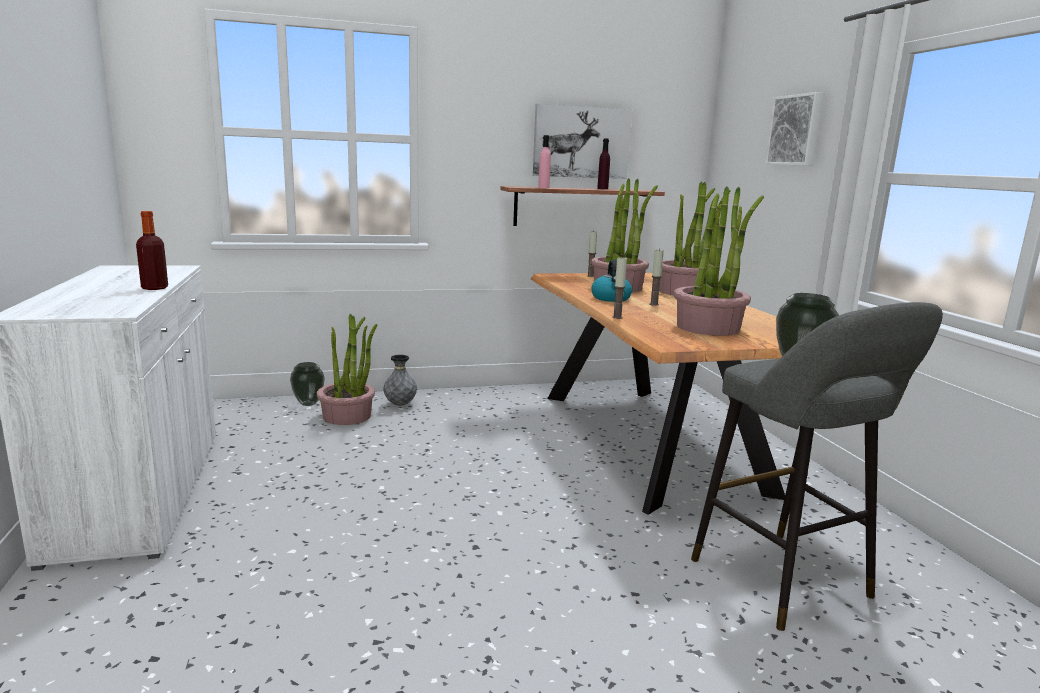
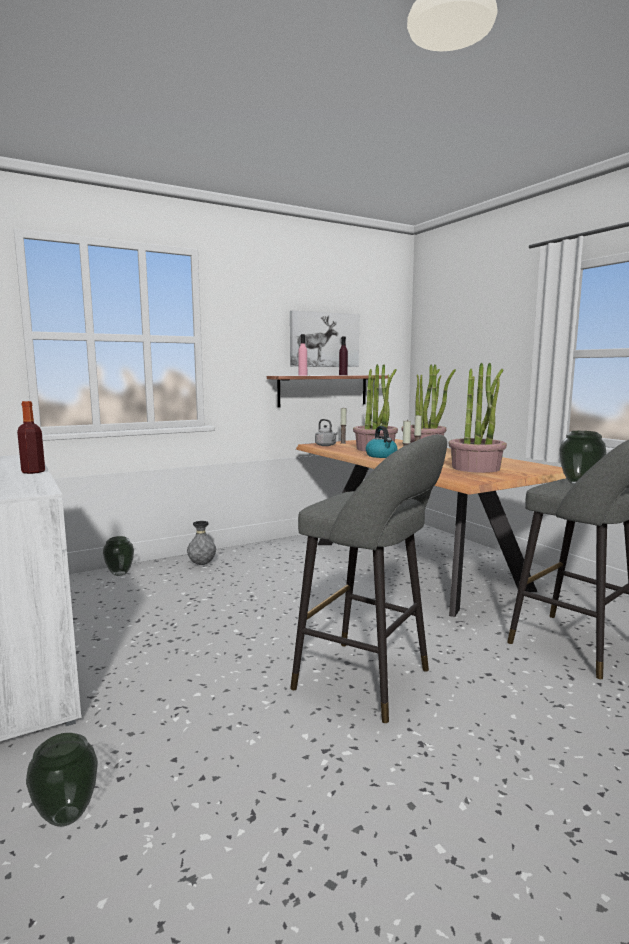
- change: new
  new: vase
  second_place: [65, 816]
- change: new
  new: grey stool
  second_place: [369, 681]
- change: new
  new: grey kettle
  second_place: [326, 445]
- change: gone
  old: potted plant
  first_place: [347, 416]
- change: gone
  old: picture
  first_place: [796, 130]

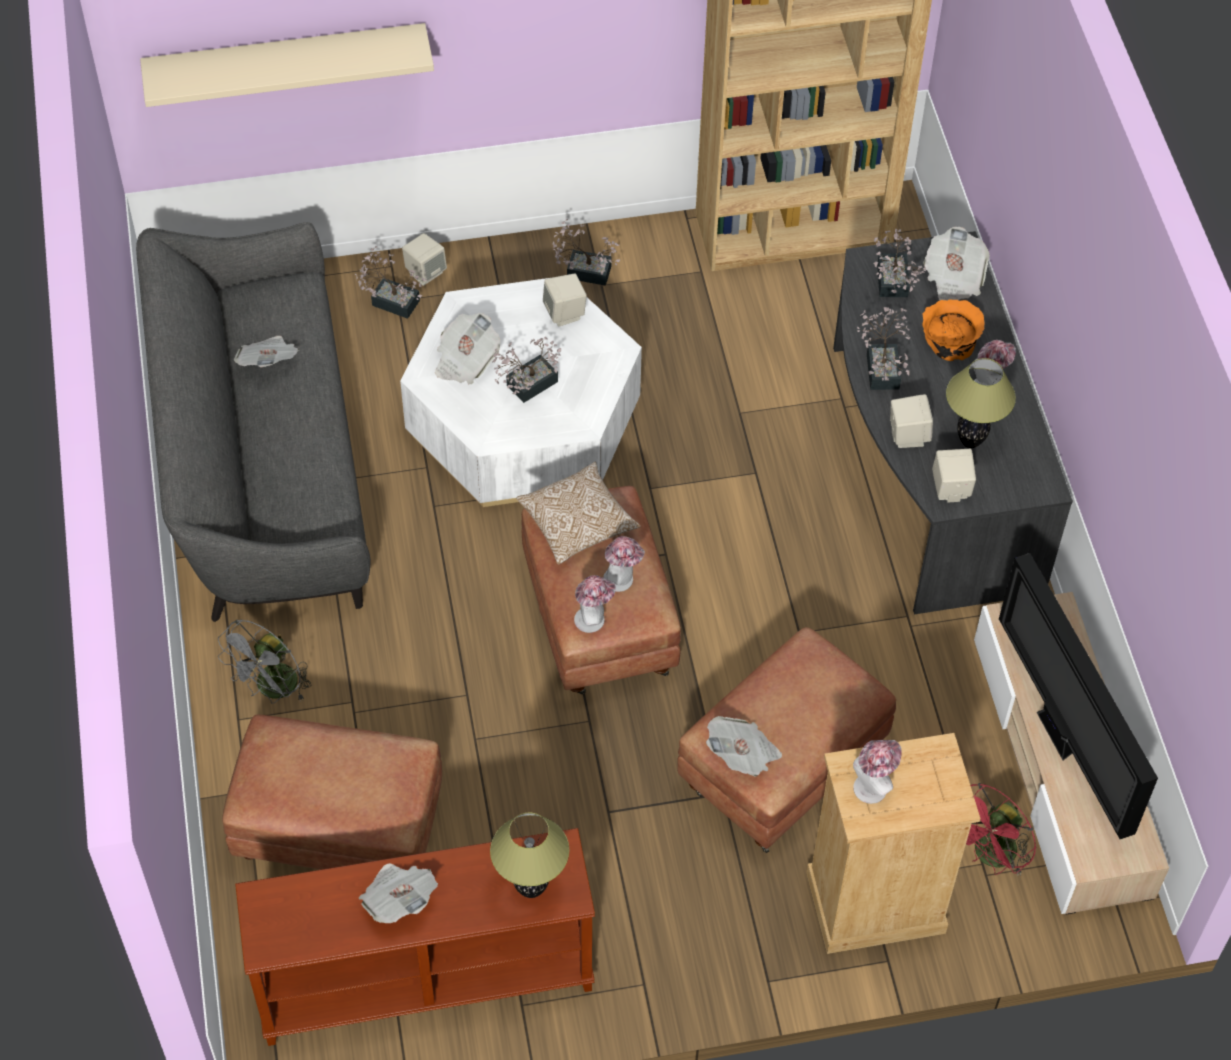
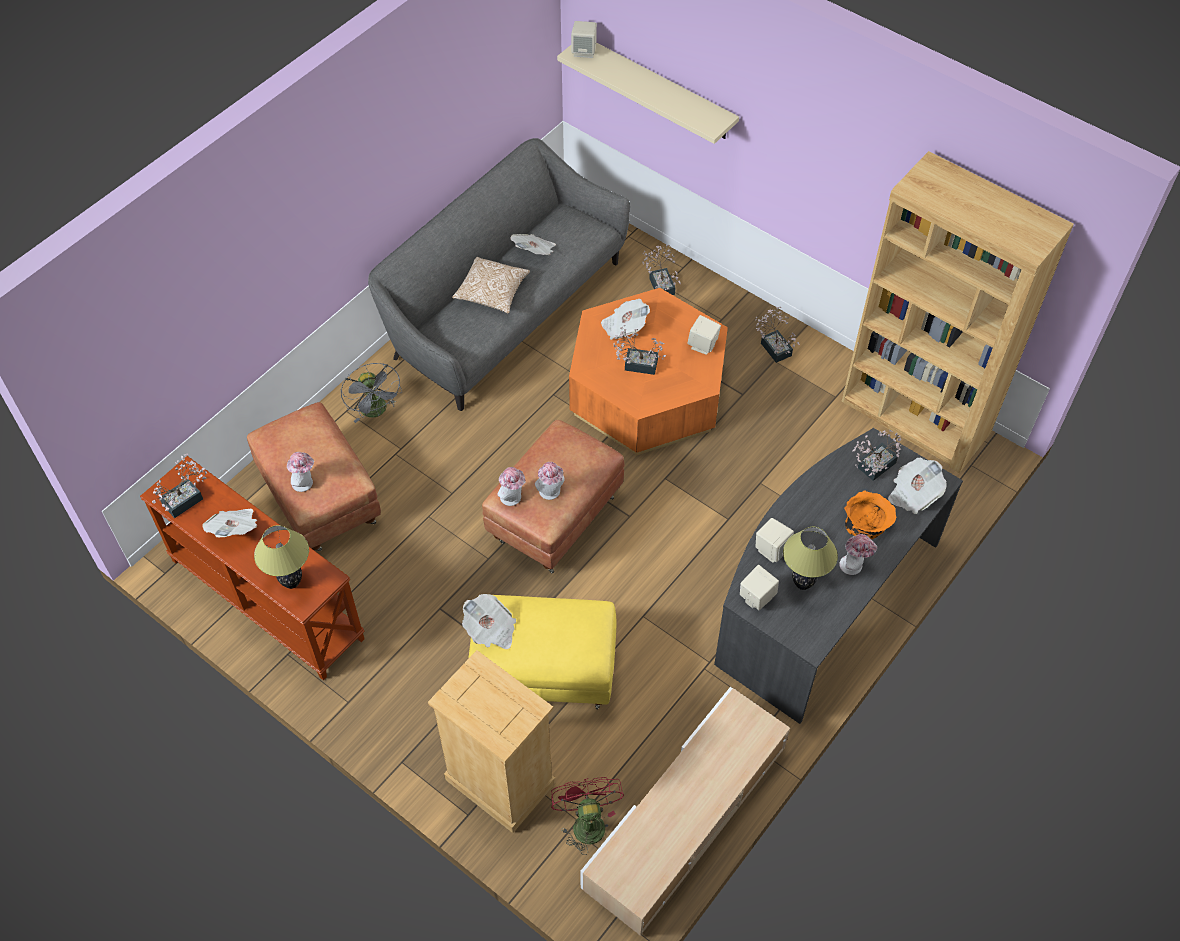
- change: shifted
  old: potted plant
  first_place: [883, 367]
  second_place: [187, 499]
- change: shifted
  old: hat
  first_place: [873, 785]
  second_place: [305, 483]
- change: rotated
  old: grey fan
  first_place: [272, 690]
  second_place: [376, 411]
  degrees: -105
- change: shifted
  old: pillow
  first_place: [577, 523]
  second_place: [492, 292]
- change: repainted
  old: brown ottoman
  new: yellow ottoman
  first_place: [781, 768]
  second_place: [545, 671]
- change: rotated
  old: red fan
  first_place: [990, 857]
  second_place: [586, 821]
  degrees: 75
- change: repainted
  old: white coffee table
  new: orange coffee table
  first_place: [523, 421]
  second_place: [647, 392]
- change: shifted
  old: beige speaker
  first_place: [425, 272]
  second_place: [584, 51]
- change: gone
  old: television
  first_place: [1058, 737]

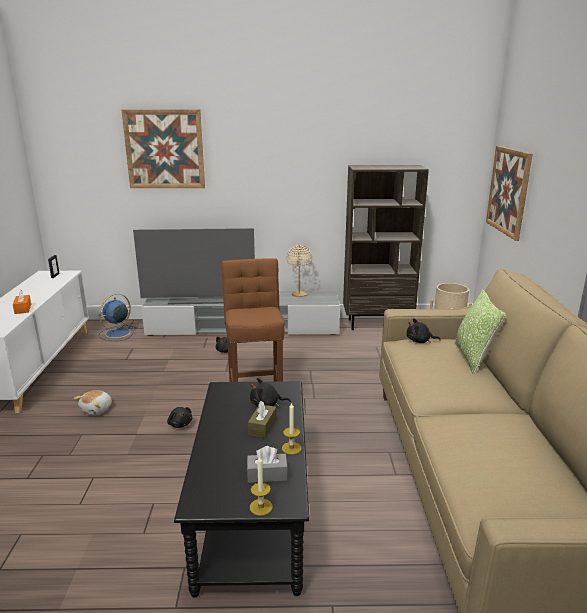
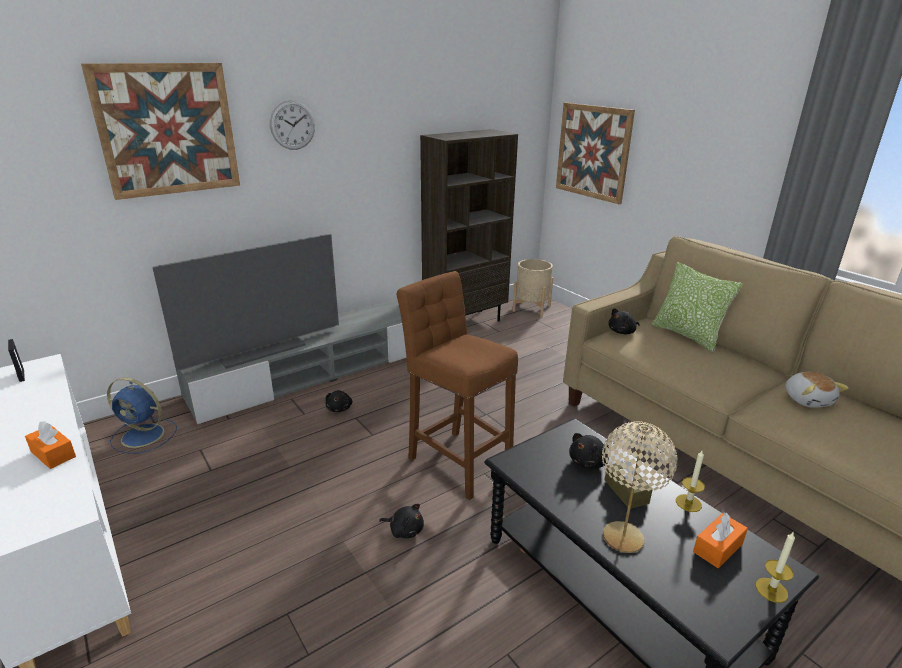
- change: rotated
  old: blue fan
  first_place: [117, 333]
  second_place: [144, 436]
  degrees: -75
- change: new
  new: wall clock
  second_place: [292, 125]
- change: shifted
  old: beige table lamp
  first_place: [299, 294]
  second_place: [623, 538]
- change: repainted
  old: grey tissue box
  new: orange tissue box
  first_place: [267, 475]
  second_place: [718, 548]
- change: shifted
  old: plush toy
  first_place: [97, 409]
  second_place: [808, 400]

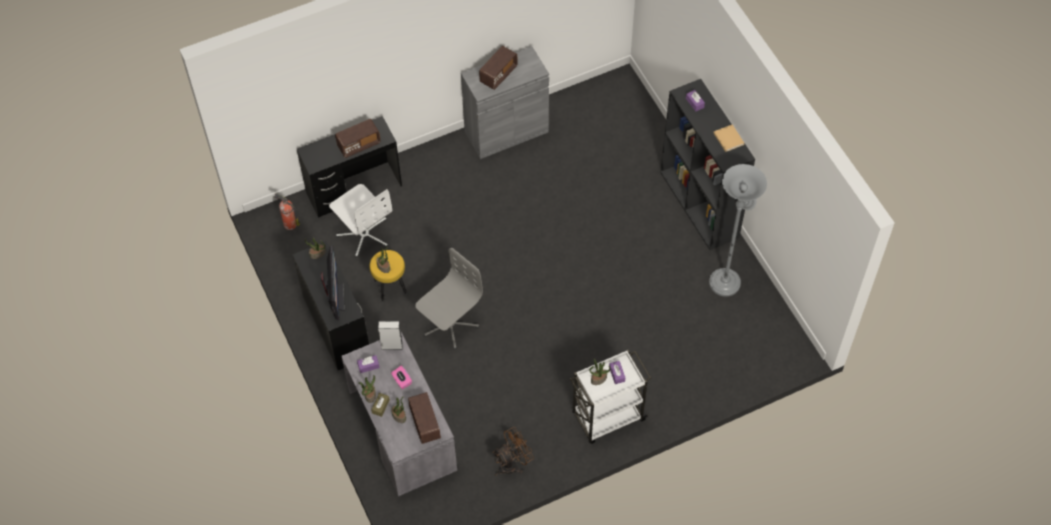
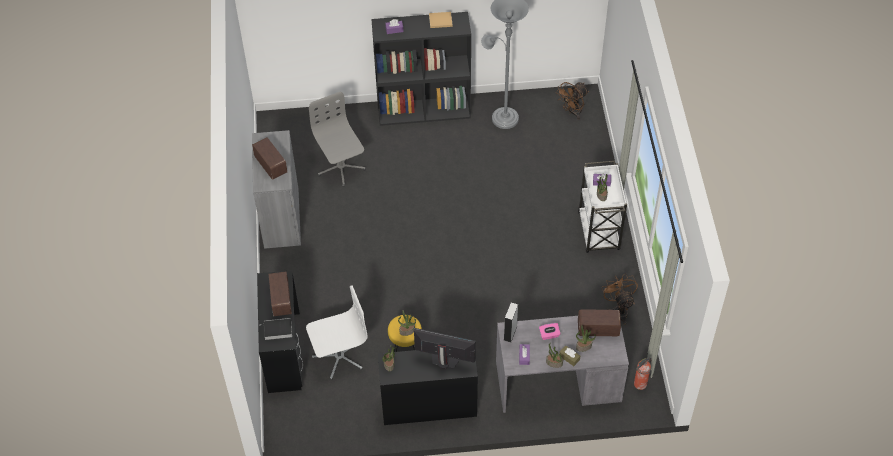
- change: new
  new: book
  second_place: [277, 330]
- change: shifted
  old: grey office chair
  first_place: [450, 324]
  second_place: [340, 167]
- change: new
  new: brown fan
  second_place: [572, 112]
- change: shifted
  old: fire extinguisher
  first_place: [289, 224]
  second_place: [639, 384]

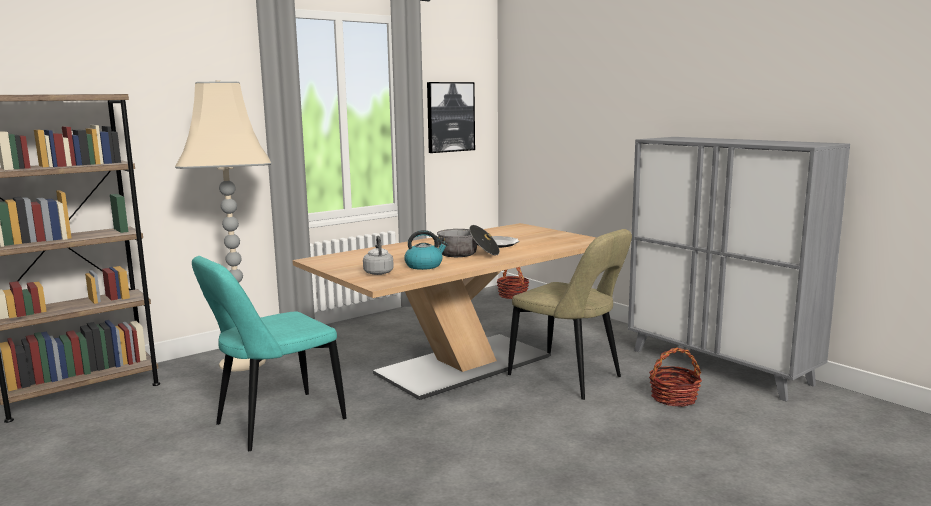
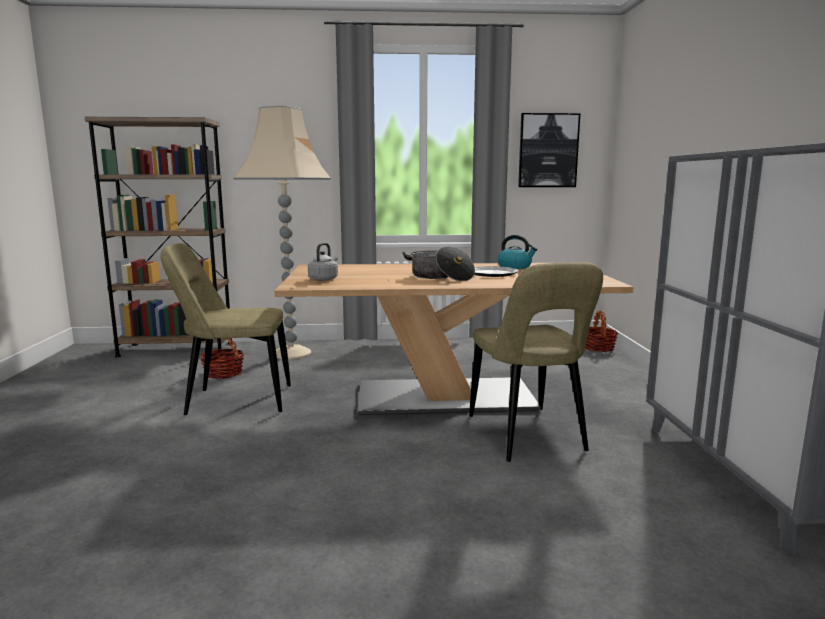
- change: repainted
  old: turquoise chair
  new: beige chair
  first_place: [274, 423]
  second_place: [234, 401]
- change: shifted
  old: basket
  first_place: [673, 398]
  second_place: [223, 373]
- change: shifted
  old: kettle
  first_place: [424, 266]
  second_place: [515, 267]

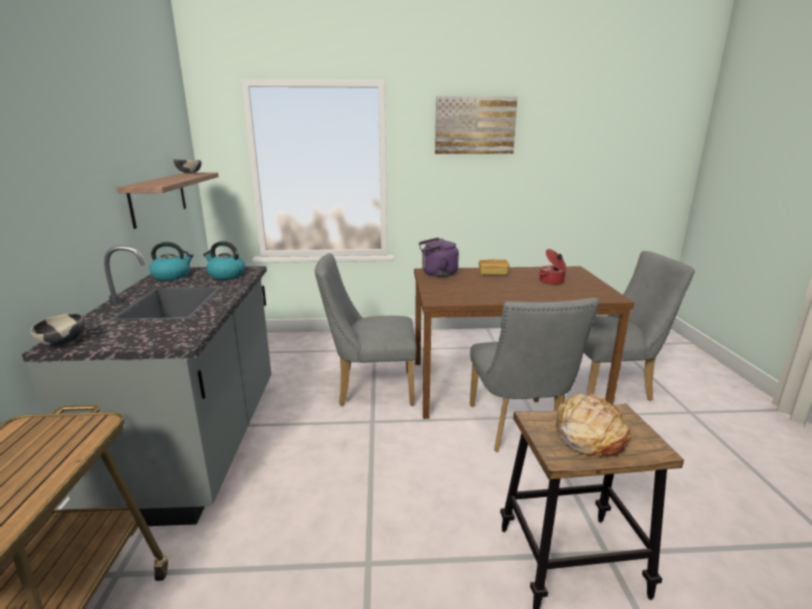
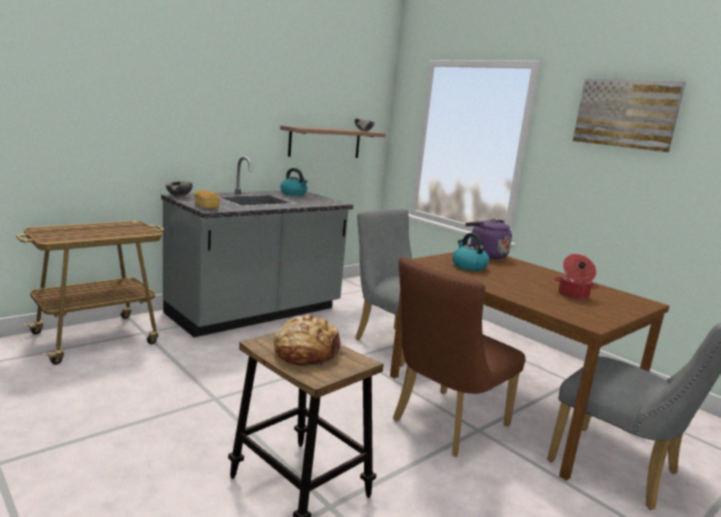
- change: shifted
  old: bread
  first_place: [493, 274]
  second_place: [206, 207]
- change: repainted
  old: grey chair
  new: brown chair
  first_place: [518, 429]
  second_place: [444, 425]
- change: shifted
  old: kettle
  first_place: [226, 275]
  second_place: [468, 266]

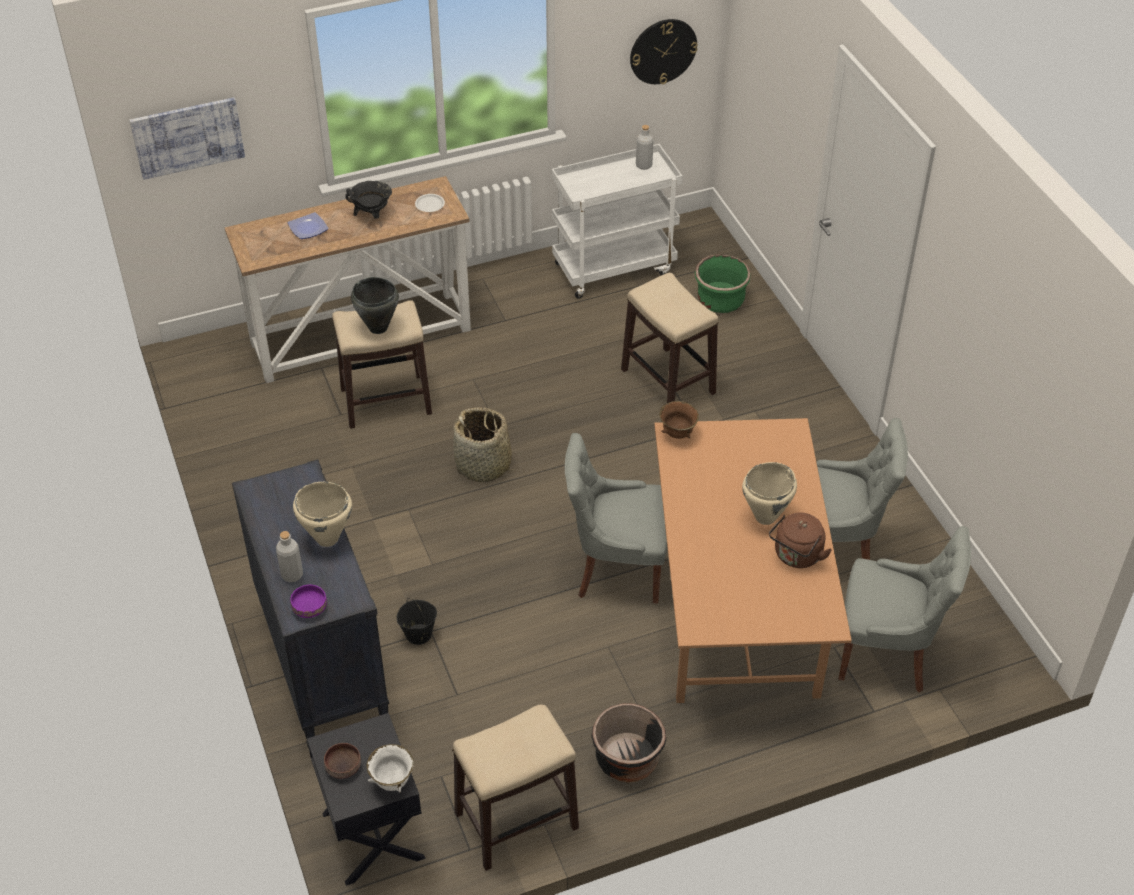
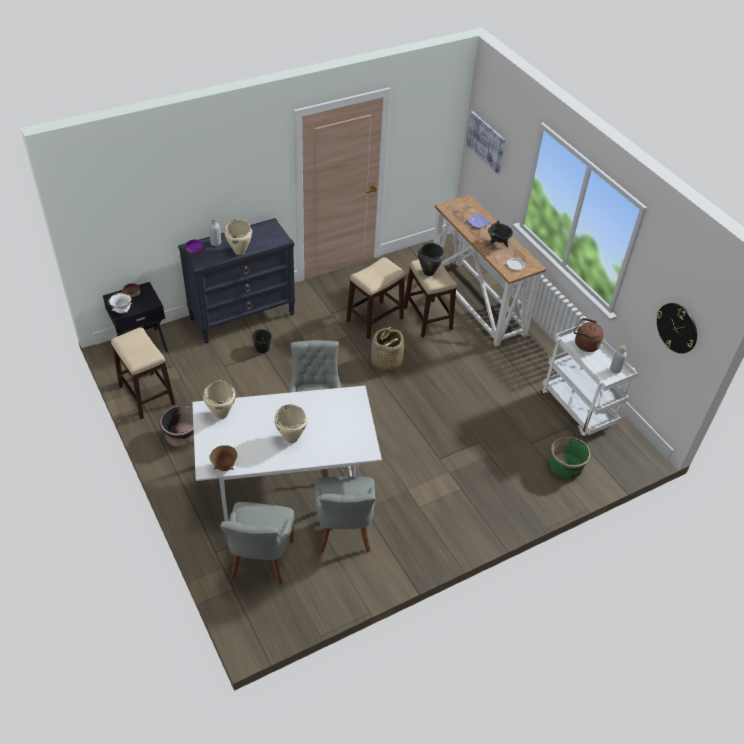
- change: repainted
  old: brown dining table
  new: white dining table
  first_place: [734, 612]
  second_place: [288, 481]
- change: new
  new: beige cooking pot
  second_place: [221, 414]
- change: shifted
  old: brown bowl
  first_place: [677, 434]
  second_place: [224, 466]
- change: shifted
  old: stool
  first_place: [668, 382]
  second_place: [374, 320]
- change: shifted
  old: brown kettle
  first_place: [796, 556]
  second_place: [584, 344]

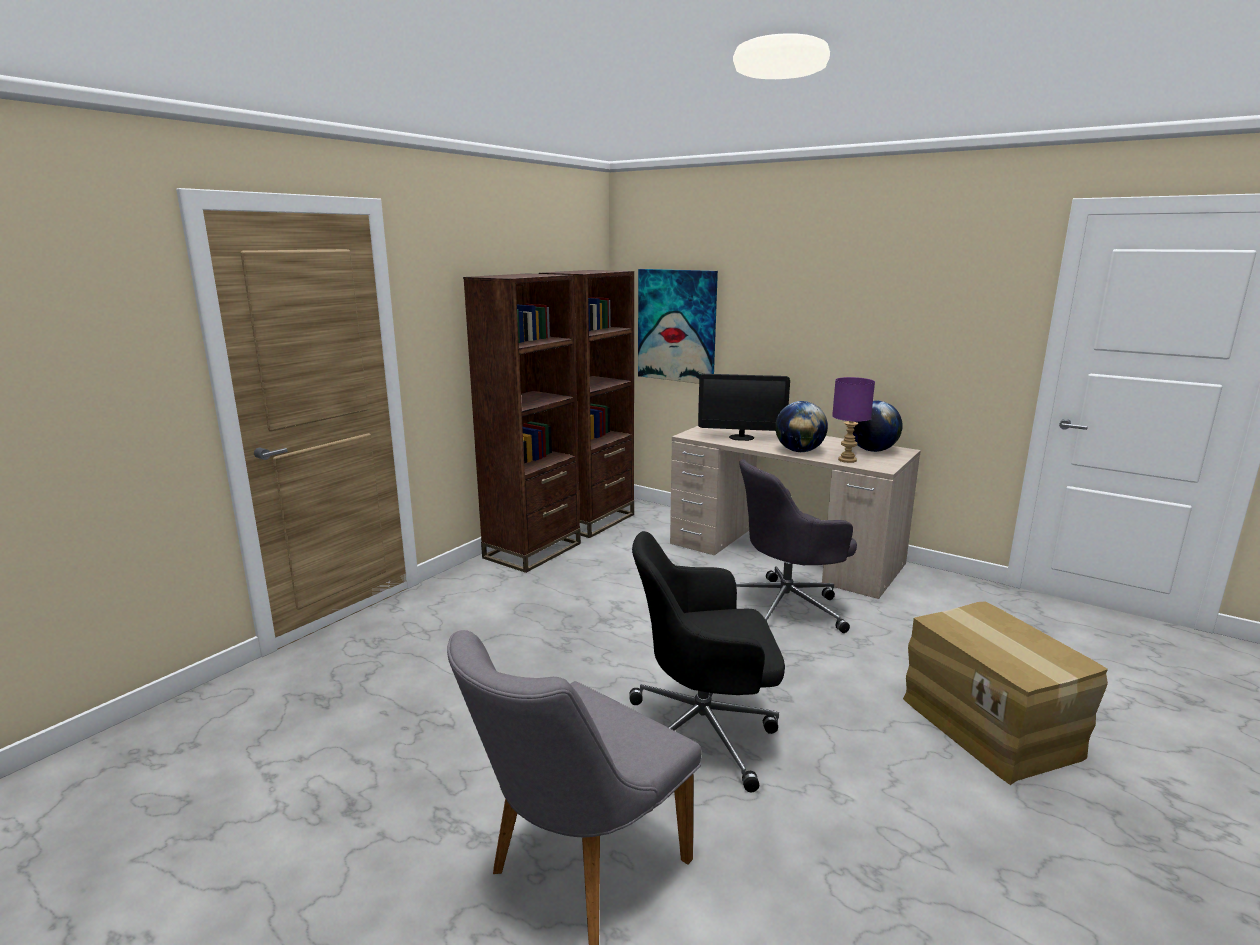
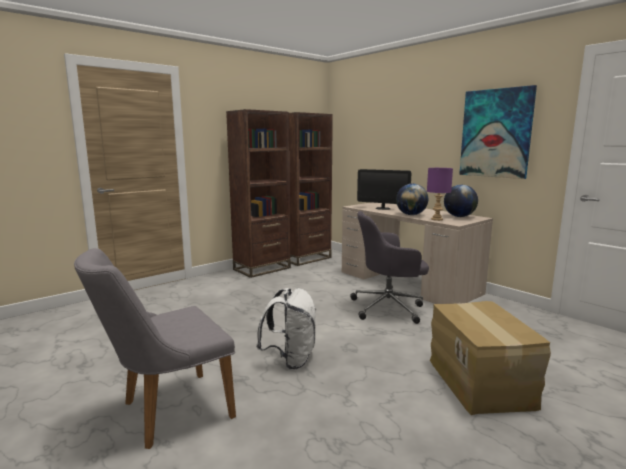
- change: swapped
  old: black office chair
  new: white backpack
  first_place: [704, 733]
  second_place: [290, 360]
- change: shifted
  old: picture
  first_place: [677, 326]
  second_place: [495, 133]

